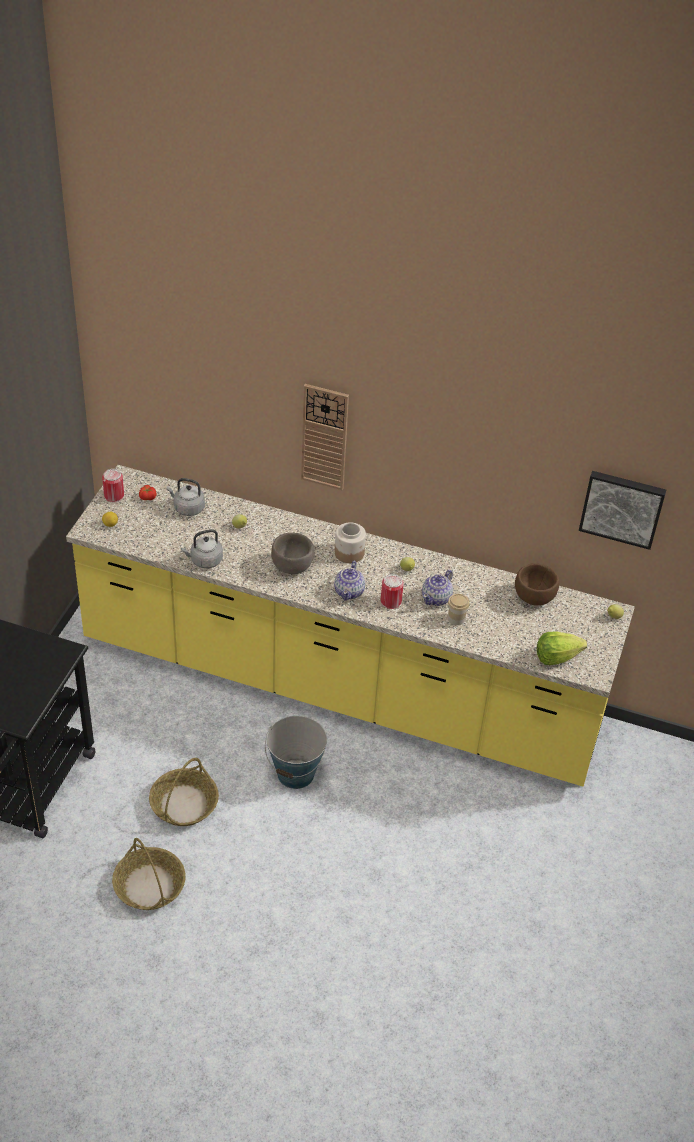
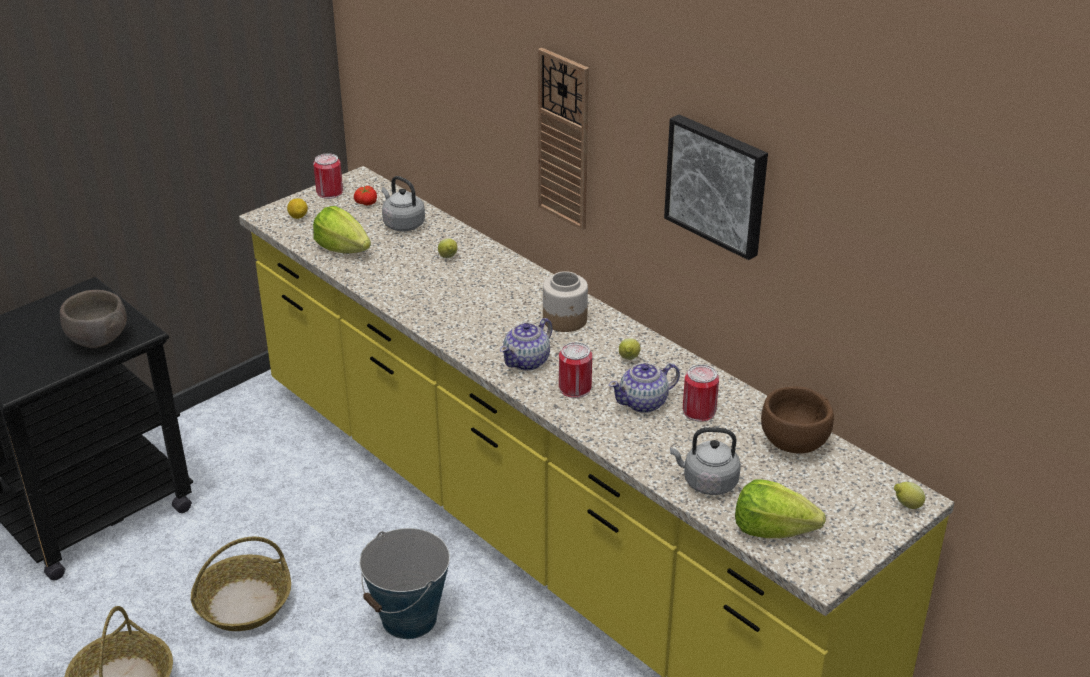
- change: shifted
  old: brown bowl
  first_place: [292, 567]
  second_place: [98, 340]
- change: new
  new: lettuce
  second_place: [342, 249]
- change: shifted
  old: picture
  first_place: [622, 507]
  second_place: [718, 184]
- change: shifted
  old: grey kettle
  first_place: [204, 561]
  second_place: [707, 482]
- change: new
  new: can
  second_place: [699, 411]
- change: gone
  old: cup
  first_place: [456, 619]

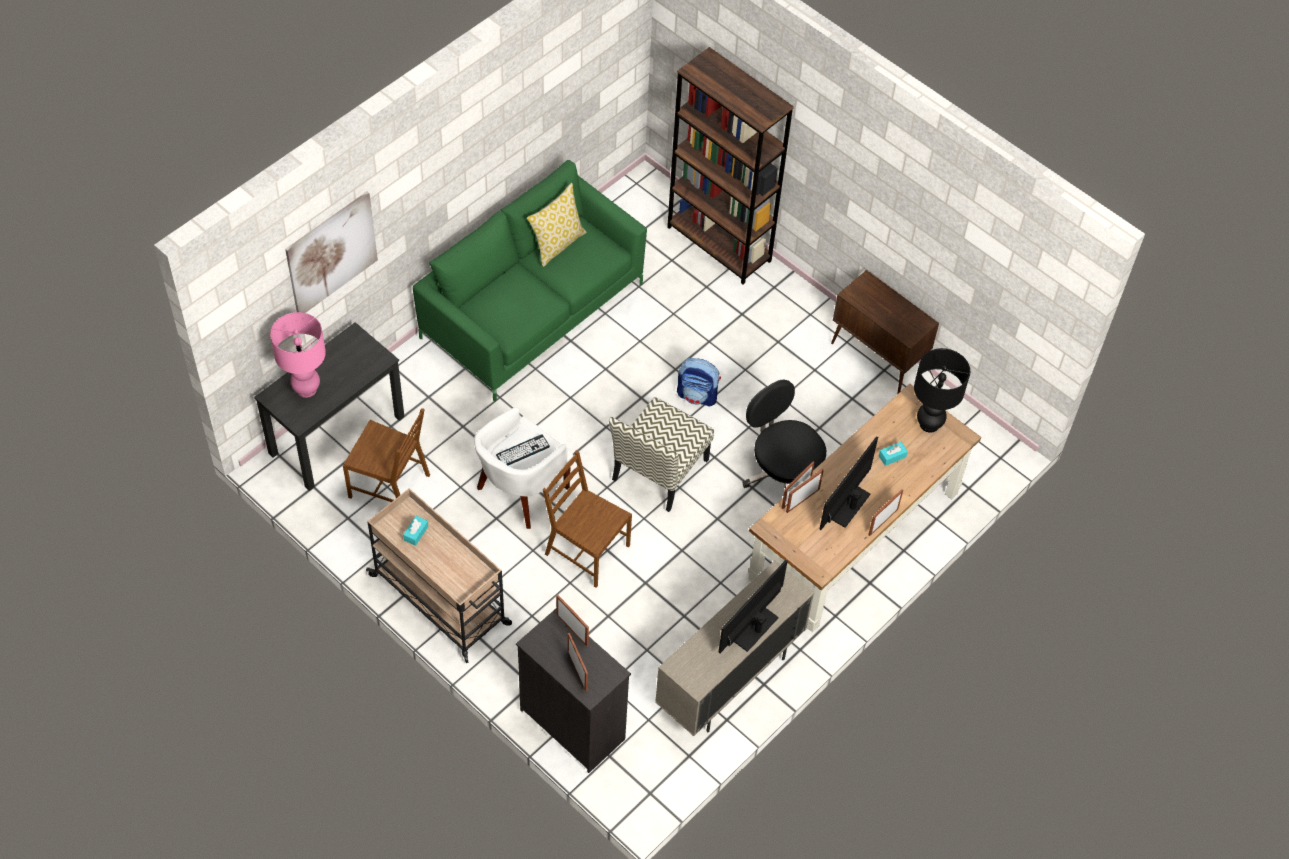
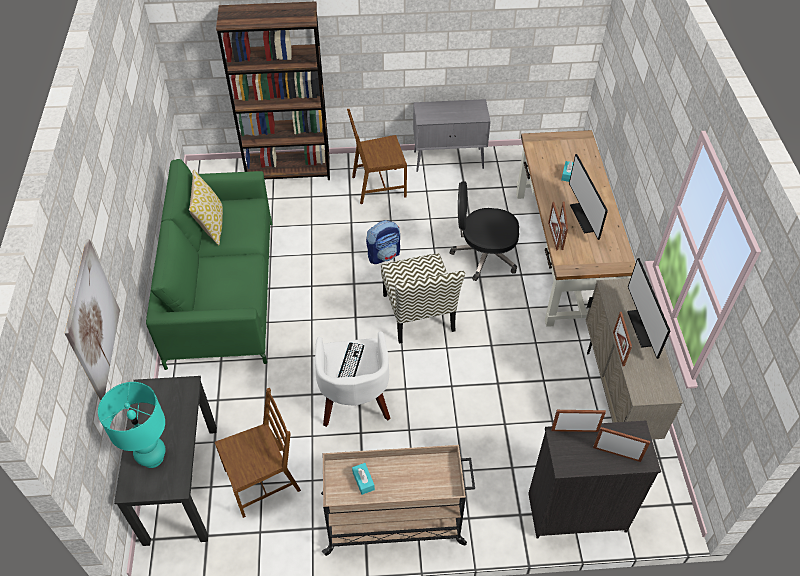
- change: repainted
  old: pink table lamp
  new: turquoise table lamp
  first_place: [307, 389]
  second_place: [153, 457]
- change: shifted
  old: brown chair
  first_place: [586, 550]
  second_place: [378, 186]
- change: repainted
  old: brown cabinet
  new: grey cabinet
  first_place: [877, 358]
  second_place: [449, 160]
- change: shifted
  old: picture frame
  first_place: [883, 522]
  second_place: [618, 349]
- change: gone
  old: black table lamp
  first_place: [929, 424]

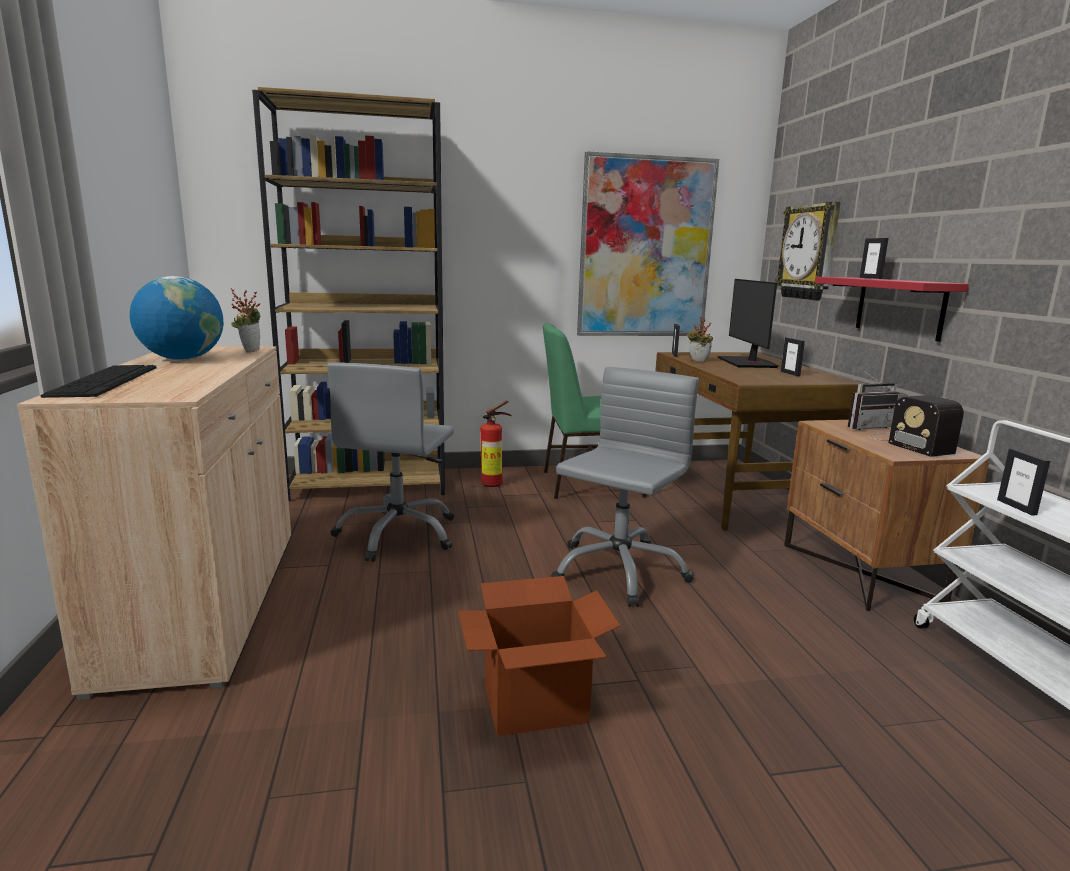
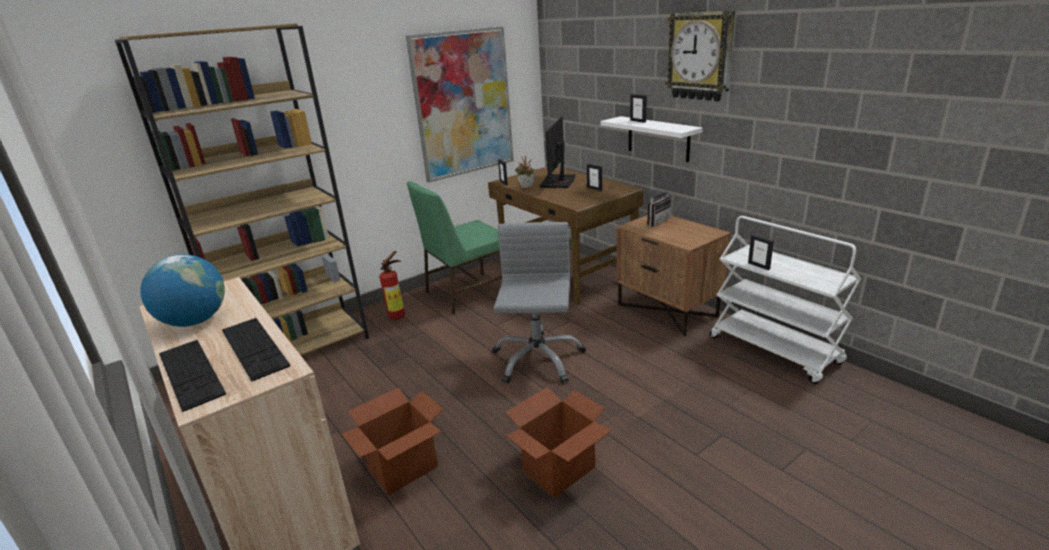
- change: new
  new: keyboard
  second_place: [254, 347]
- change: new
  new: cardboard box
  second_place: [403, 469]
- change: rotated
  old: monitor
  first_place: [747, 363]
  second_place: [558, 181]
  degrees: 45
- change: repainted
  old: red shelf
  new: white shelf
  first_place: [899, 307]
  second_place: [658, 138]
- change: shifted
  old: wall clock
  first_place: [809, 252]
  second_place: [700, 56]
- change: gone
  old: potted plant
  first_place: [249, 350]
- change: gone
  old: grey office chair
  first_place: [398, 534]
- change: gone
  old: radio
  first_place: [908, 443]

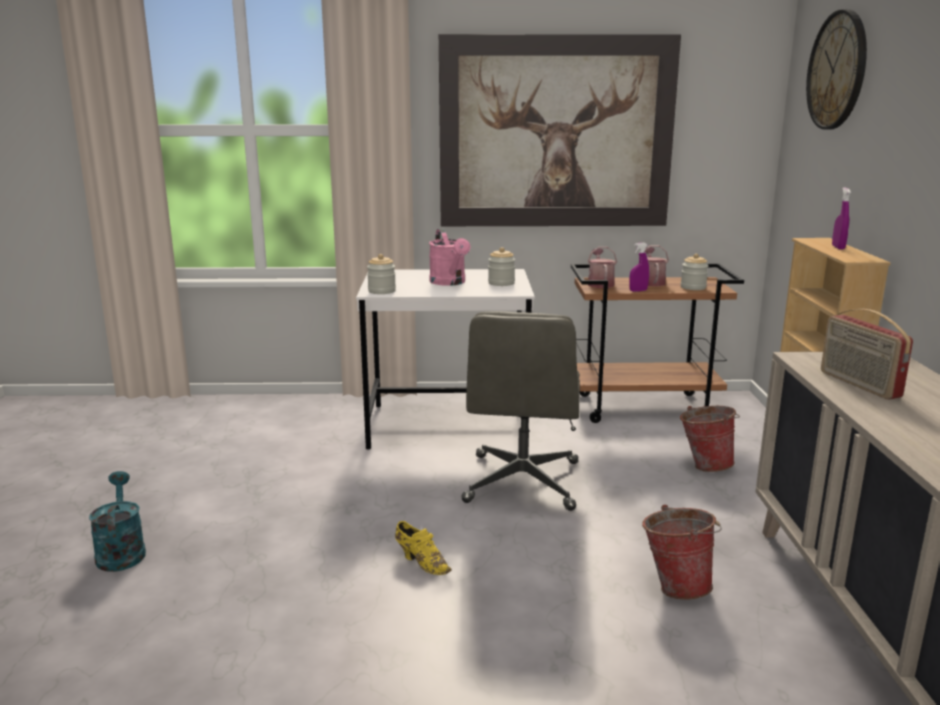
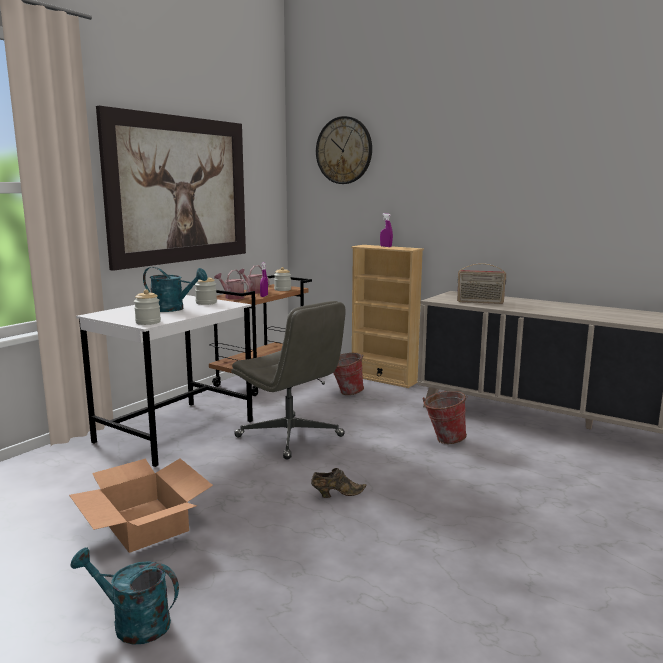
- change: new
  new: cardboard box
  second_place: [144, 524]
- change: repainted
  old: pink watering can
  new: turquoise watering can
  first_place: [450, 283]
  second_place: [173, 309]
- change: repainted
  old: yellow shoe
  new: brown shoe
  first_place: [421, 562]
  second_place: [336, 494]

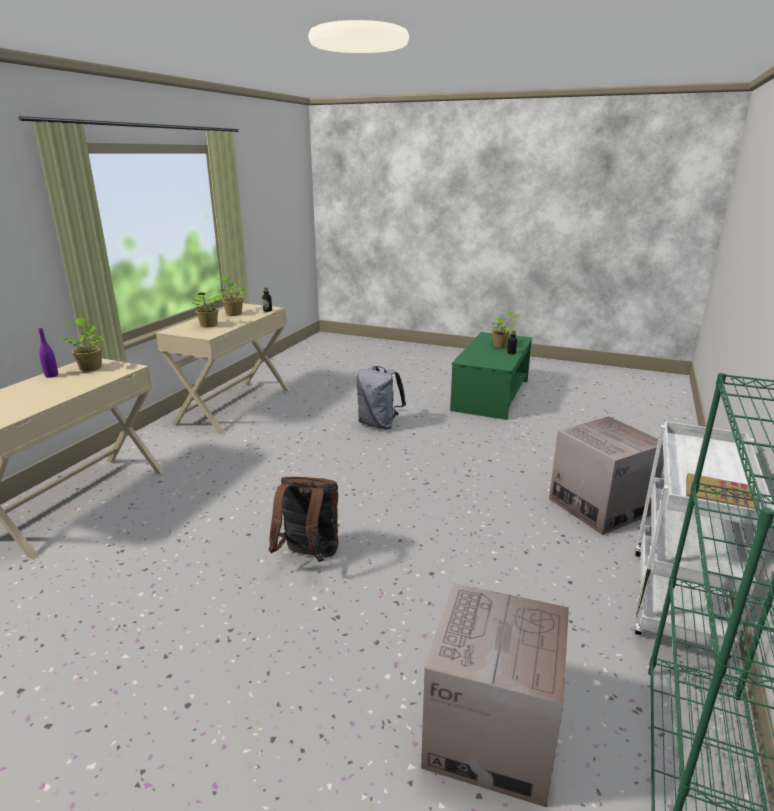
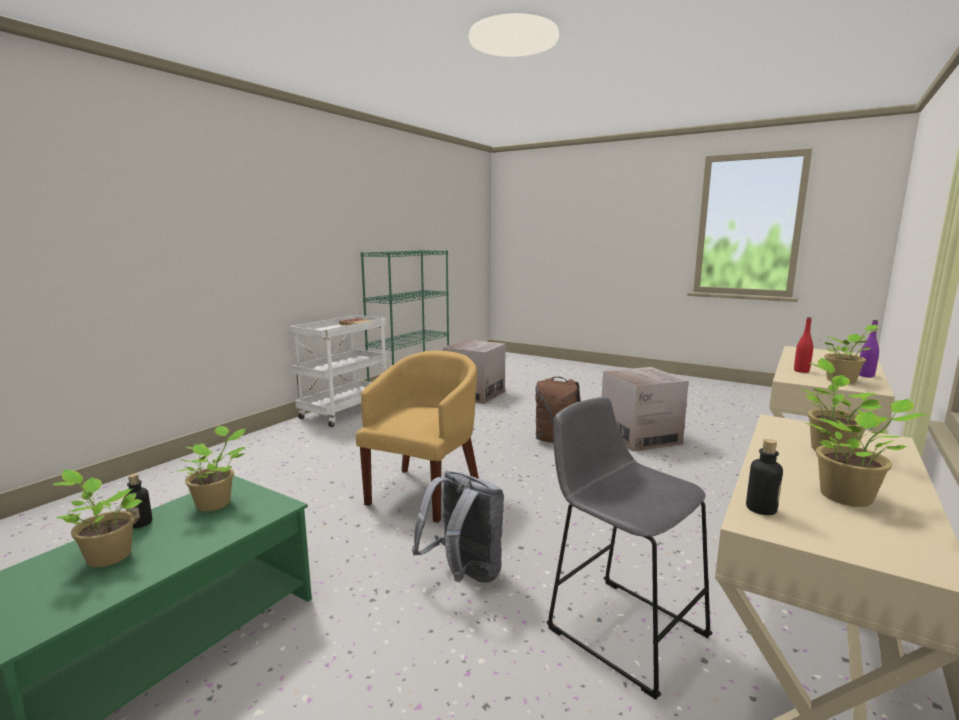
- change: new
  new: potted plant
  second_place: [216, 503]
- change: new
  new: yellow armchair
  second_place: [424, 491]
- change: new
  new: grey stool
  second_place: [620, 627]
- change: shifted
  old: cardboard box
  first_place: [599, 506]
  second_place: [640, 437]
- change: new
  new: red bottle
  second_place: [801, 371]

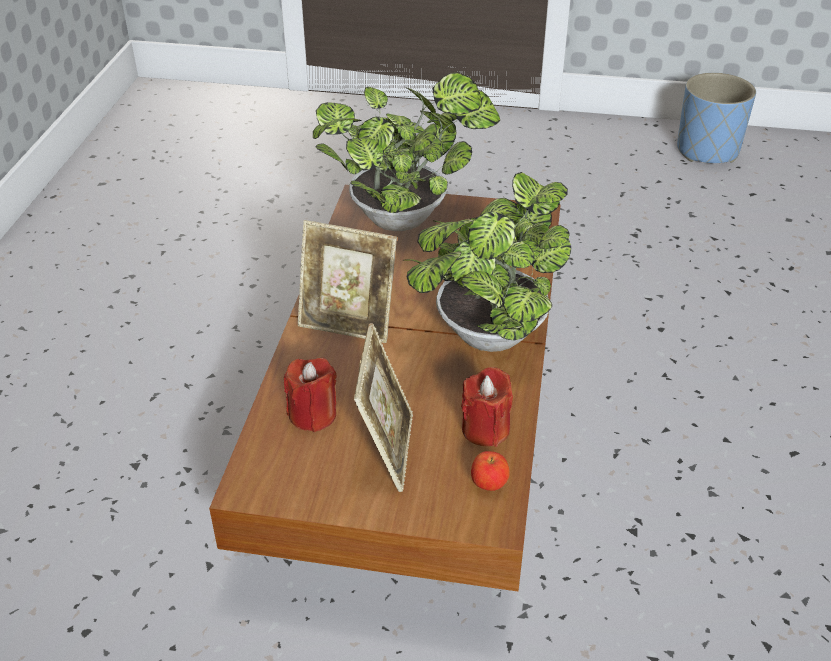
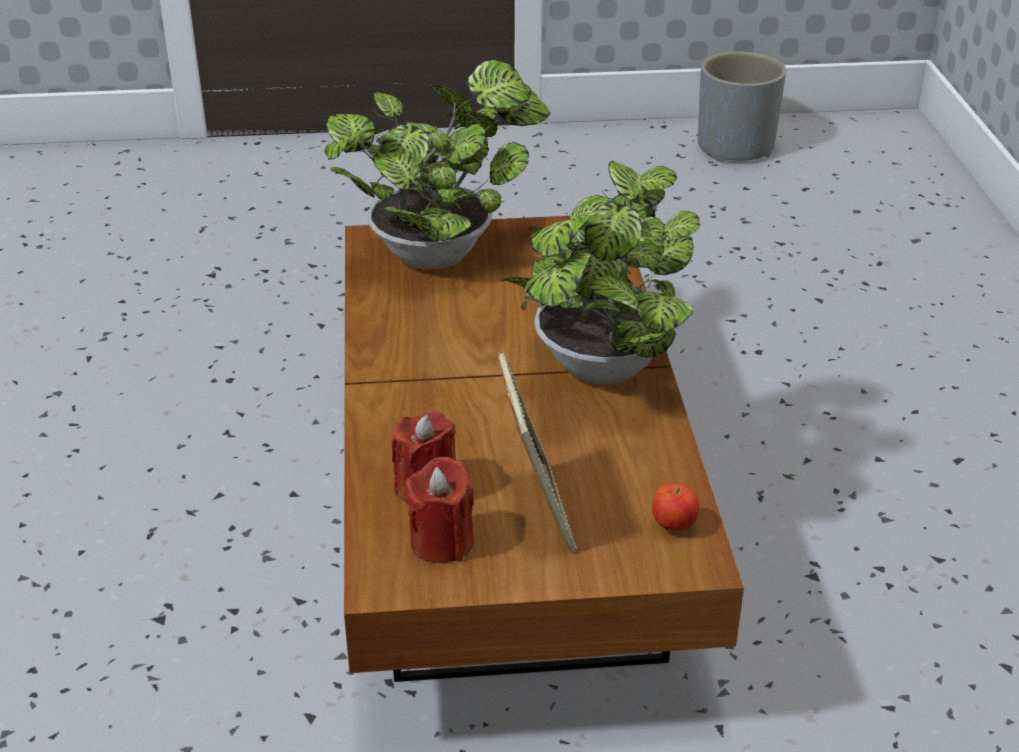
- change: shifted
  old: red candle
  first_place: [485, 429]
  second_place: [442, 542]
- change: repainted
  old: blue planter
  new: grey planter
  first_place: [707, 151]
  second_place: [735, 148]
- change: gone
  old: picture frame
  first_place: [348, 324]

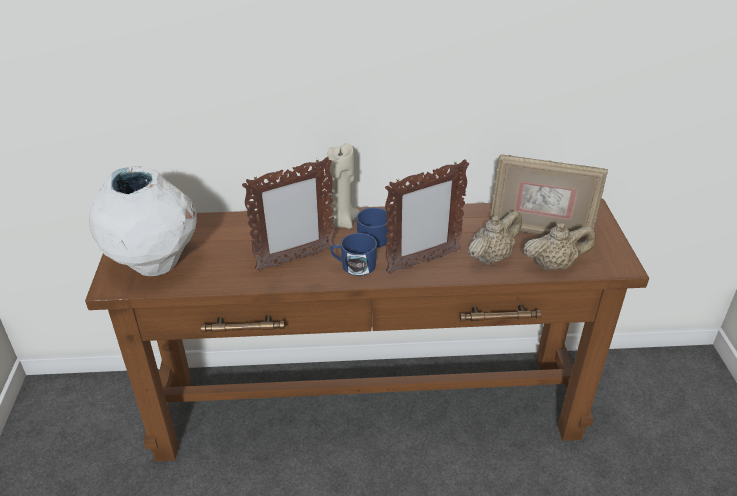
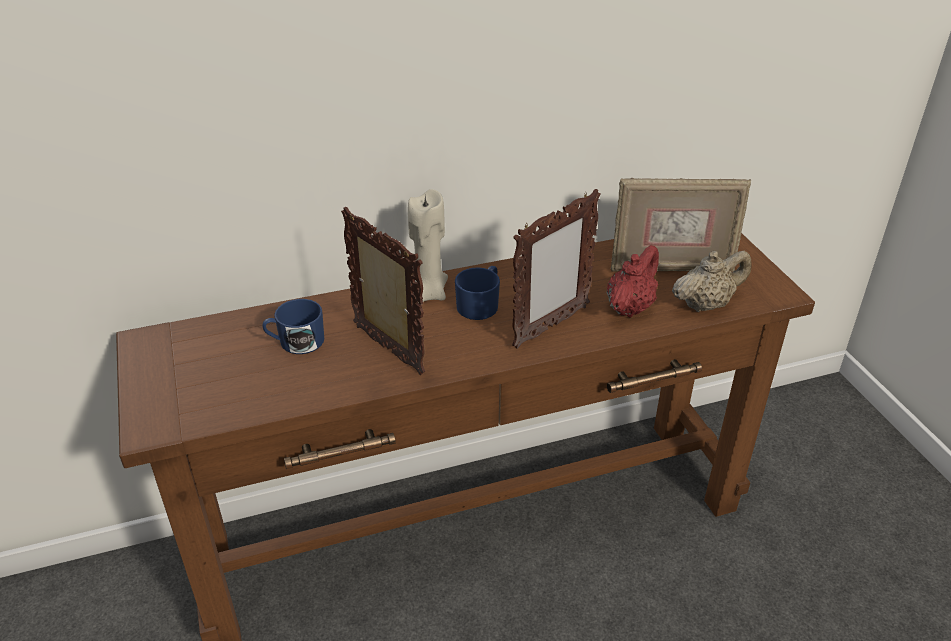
- change: shifted
  old: blue mug
  first_place: [354, 265]
  second_place: [296, 342]
- change: rotated
  old: picture frame
  first_place: [294, 259]
  second_place: [388, 351]
  degrees: -90
- change: repainted
  old: beige teapot
  new: red teapot
  first_place: [491, 257]
  second_place: [630, 307]
- change: gone
  old: white vase
  first_place: [154, 264]

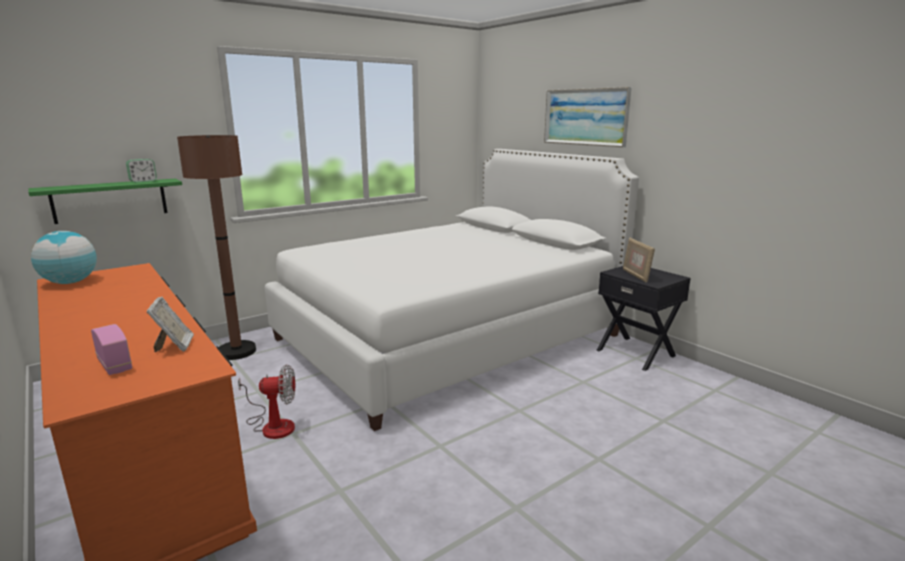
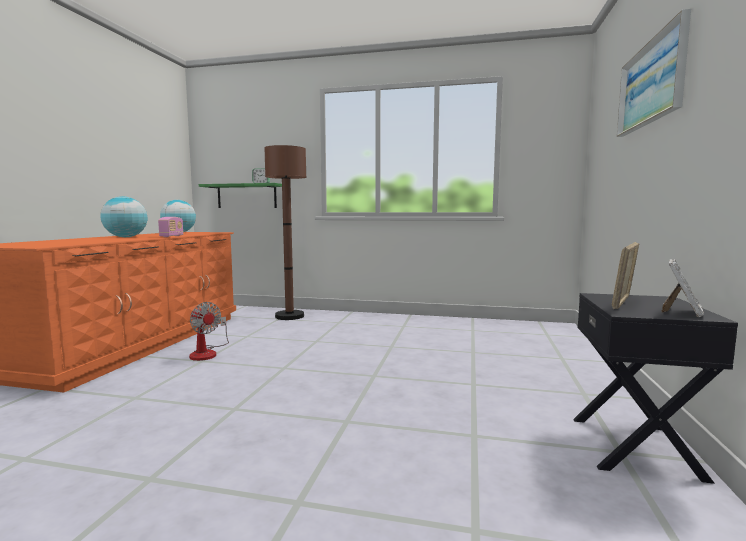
- change: new
  new: globe
  second_place: [126, 237]
- change: shifted
  old: radio
  first_place: [115, 365]
  second_place: [171, 236]
- change: shifted
  old: picture frame
  first_place: [175, 346]
  second_place: [682, 312]
- change: gone
  old: white bed
  first_place: [447, 337]

